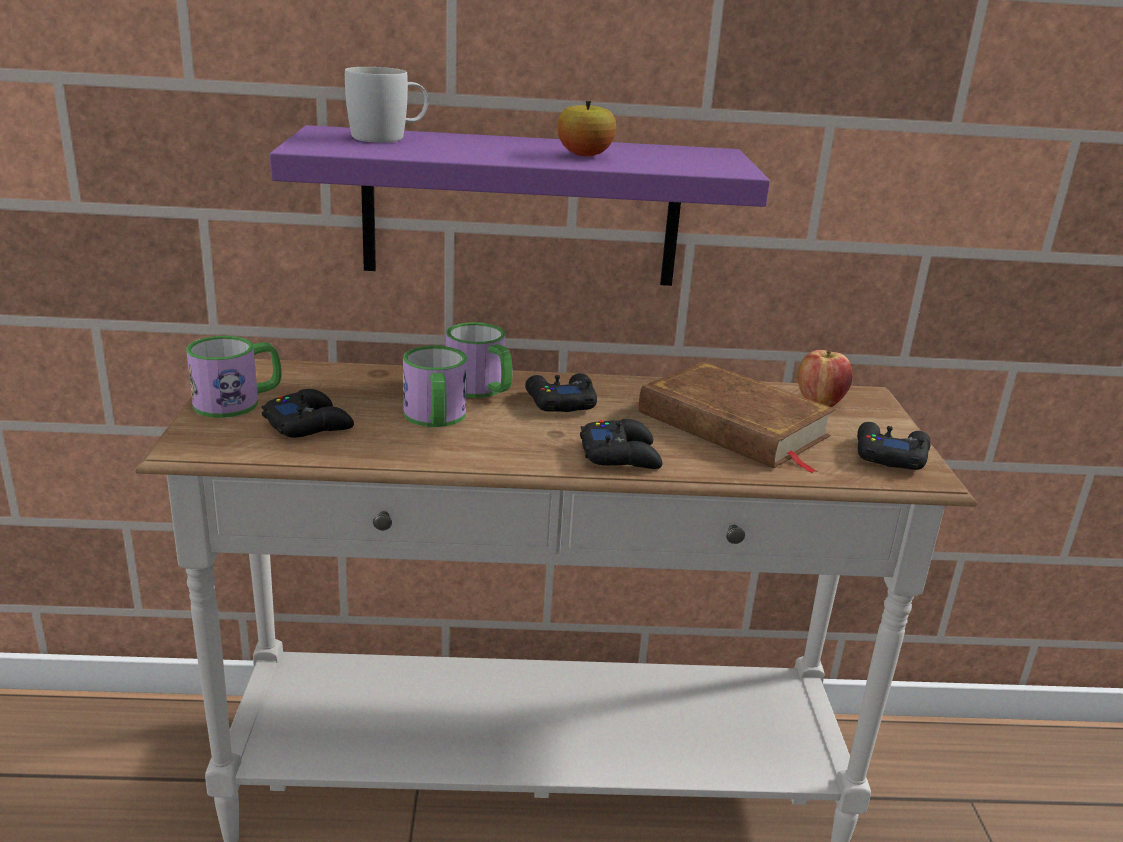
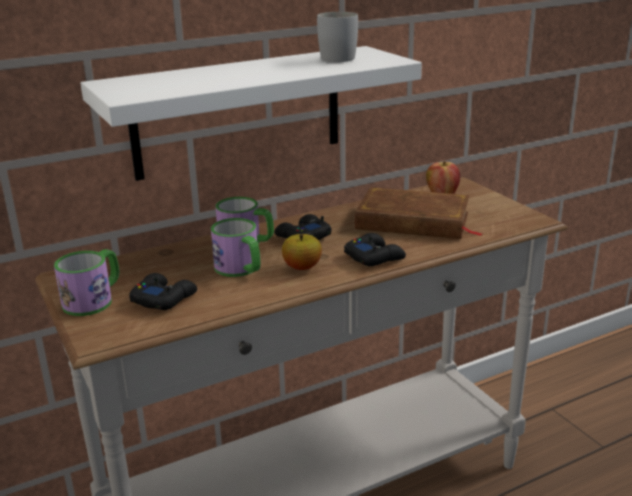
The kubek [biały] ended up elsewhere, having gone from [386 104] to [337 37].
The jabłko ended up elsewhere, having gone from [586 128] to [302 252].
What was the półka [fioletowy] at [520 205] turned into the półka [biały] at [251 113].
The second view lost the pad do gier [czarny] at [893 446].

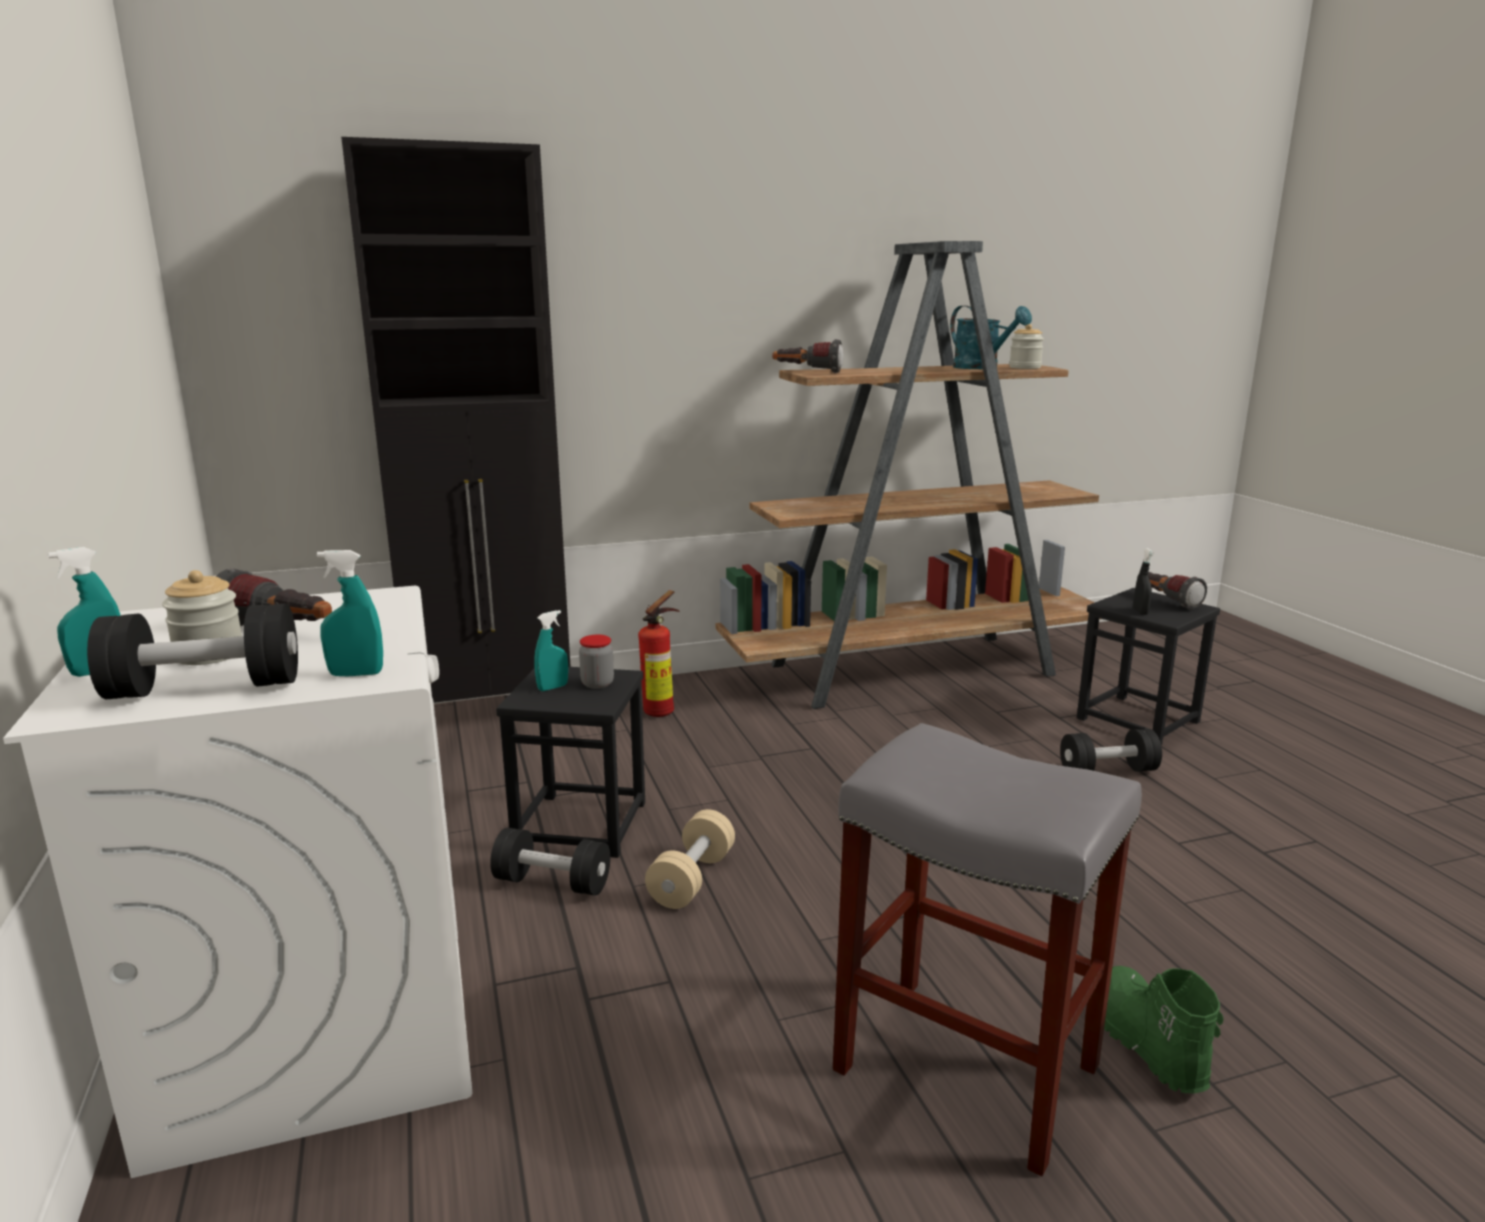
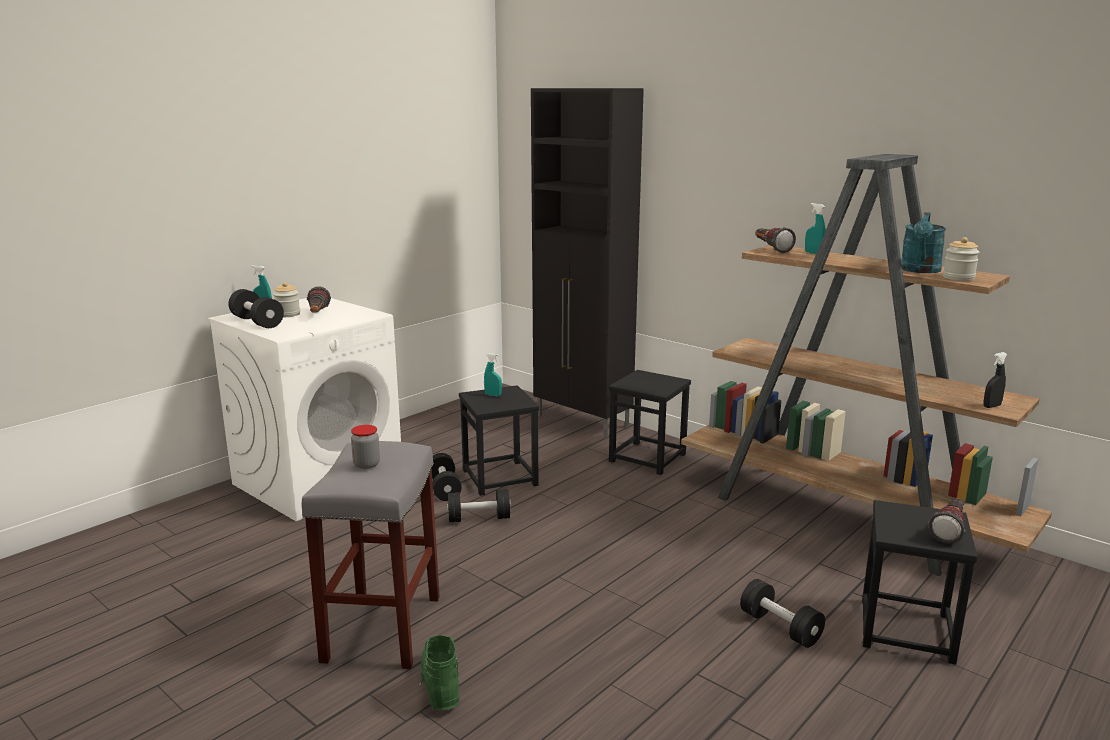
The spryskiwacz [czarny] ended up elsewhere, having gone from [1143 581] to [995 380].
The spryskiwacz [turkusowy] ended up elsewhere, having gone from [350 613] to [815 228].
Where the gaśnica stood at [658 653], the stołek [czarny] came to stand at [650 422].
The słoik ended up elsewhere, having gone from [596 662] to [365 447].
What was the hantel [beżowy] at [690 859] turned into the hantel [czarny] at [479 505].
The but z cholewką [zielony] at [1163 1029] ended up facing another way, 60 degrees counterclockwise from before.

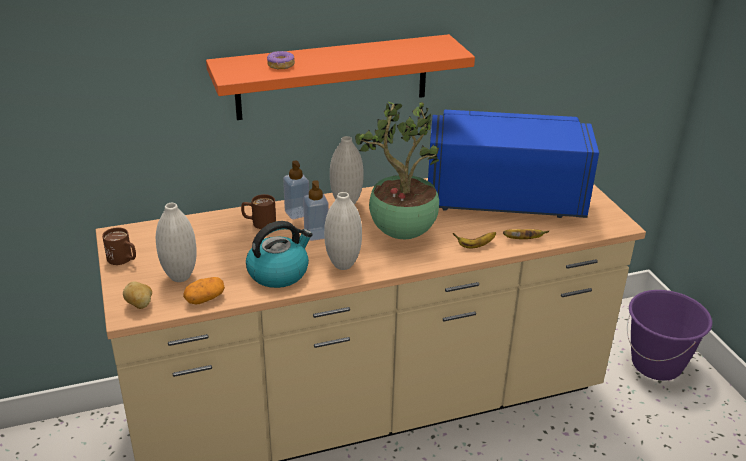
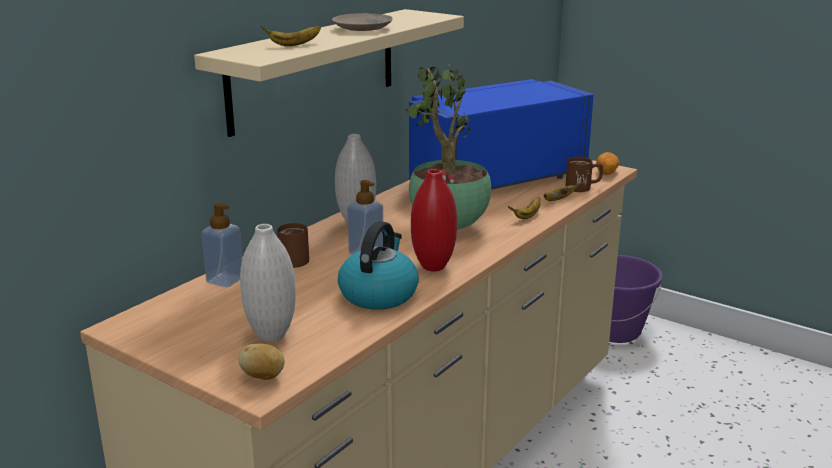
What was the półka [pomarańczowy] at [340 77] turned into the półka [beżowy] at [329 73].
Where the donut stood at [281 60], the banan came to stand at [291 36].
The dozownik mydła ended up elsewhere, having gone from [296 189] to [222 245].
What was the wazon [biały] at [343 231] turned into the wazon [czerwony] at [434 220].
The kubek [brązowy] ended up elsewhere, having gone from [119 246] to [584 174].
The ziemniak ended up elsewhere, having gone from [204 291] to [607 163].
The second view gained the talerz [beżowy] at [362 22].

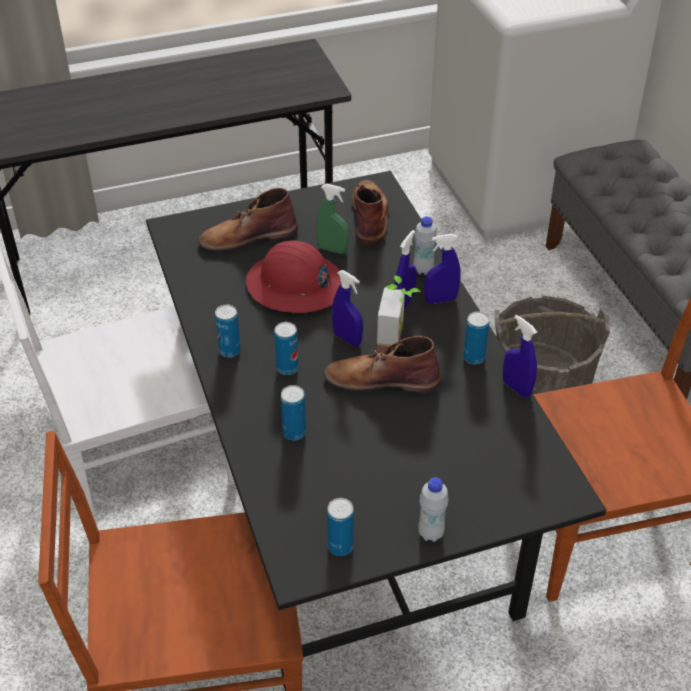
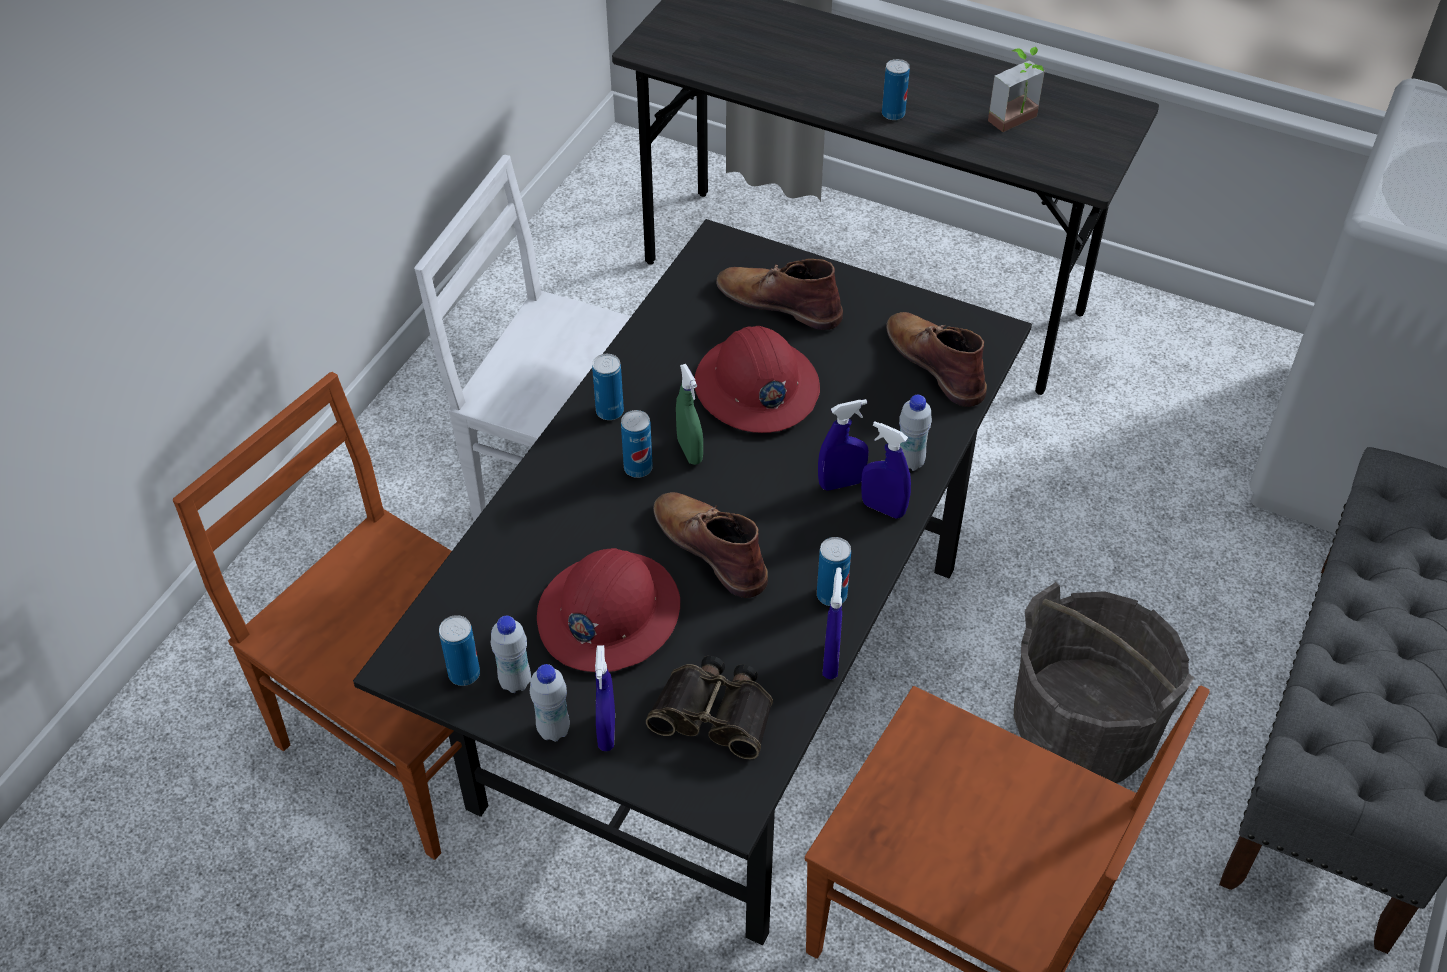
The but z cholewką [brązowy] at [370 213] ended up facing another way, 75 degrees counterclockwise from before.
The spryskiwacz [zielony] ended up elsewhere, having gone from [332 219] to [689 414].
The spryskiwacz [niebieski] ended up elsewhere, having gone from [347 308] to [605 698].
The roślina doniczkowa ended up elsewhere, having gone from [399 313] to [1016 89].
The puszka ended up elsewhere, having gone from [293 412] to [896 89].
The second view gained the kask [czerwony] at [608 610].
The second view gained the butelka [biały] at [511 654].
The second view gained the lornetka at [709 707].

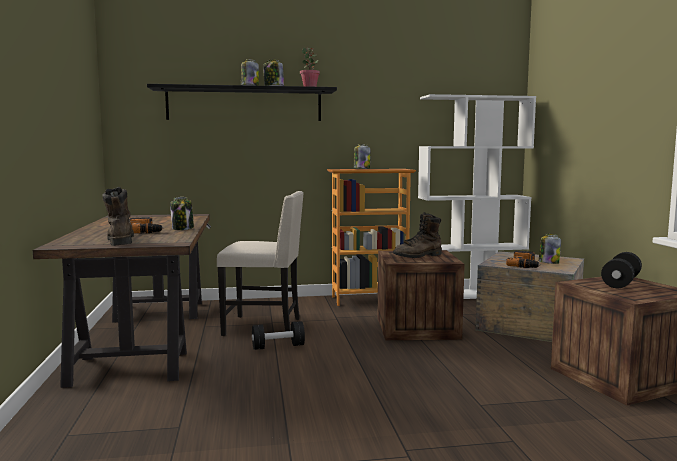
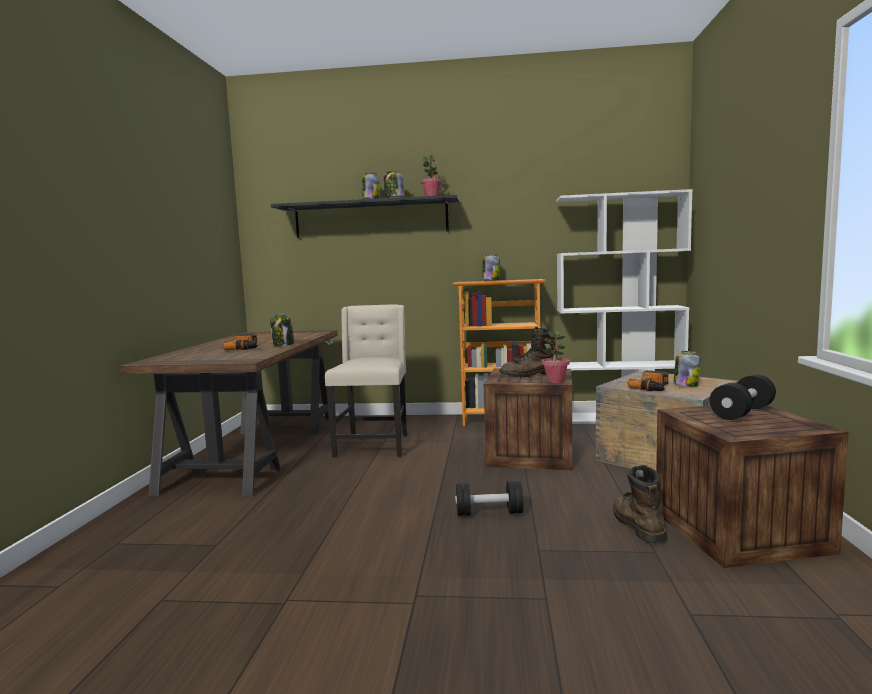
The but z cholewką [brązowy] ended up elsewhere, having gone from [118 216] to [640 504].
The krzesło [beżowy] at [260 263] ended up facing another way, 105 degrees counterclockwise from before.
The hantel [czarny] ended up elsewhere, having gone from [278 335] to [489 498].
The second view gained the roślina doniczkowa at [556 356].

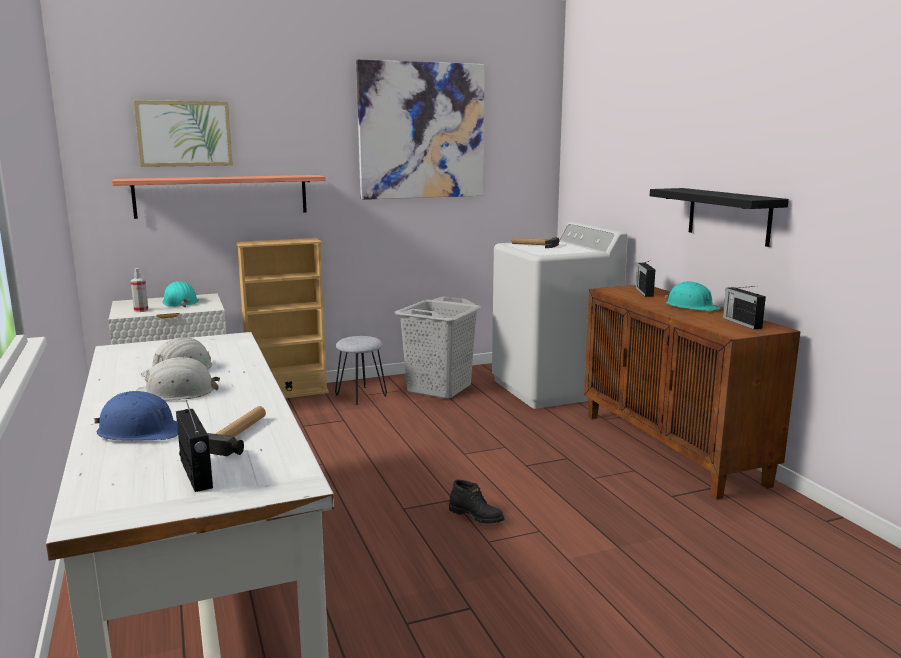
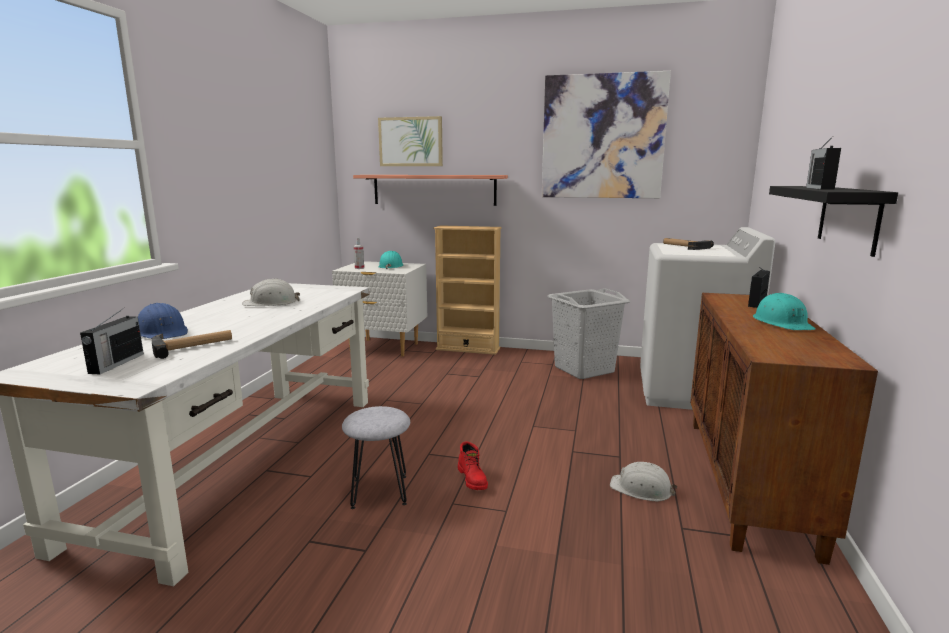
The radio ended up elsewhere, having gone from [744 307] to [823 163].
The stołek [szary] ended up elsewhere, having gone from [361 370] to [376 457].
The kask [biały] ended up elsewhere, having gone from [178 378] to [643 481].
What was the but z cholewką [czarny] at [476 502] turned into the but z cholewką [czerwony] at [472 466].

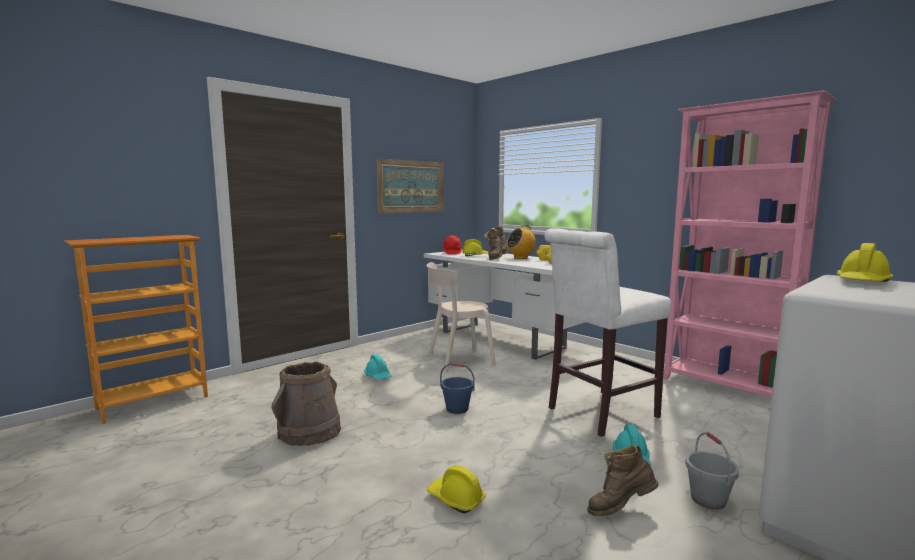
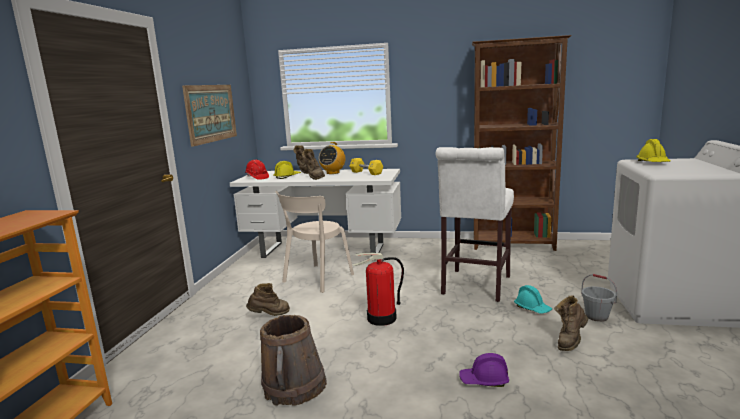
What was the regał [różowy] at [749 243] turned into the regał [brązowy] at [522 143].
Where the kask [turkusowy] stood at [378 366], the but z cholewką [brązowy] came to stand at [268 299].
Where the wiadro [niebieski] stood at [457 388], the gaśnica came to stand at [378 289].
What was the kask [żółty] at [456 490] turned into the kask [fioletowy] at [484 370].

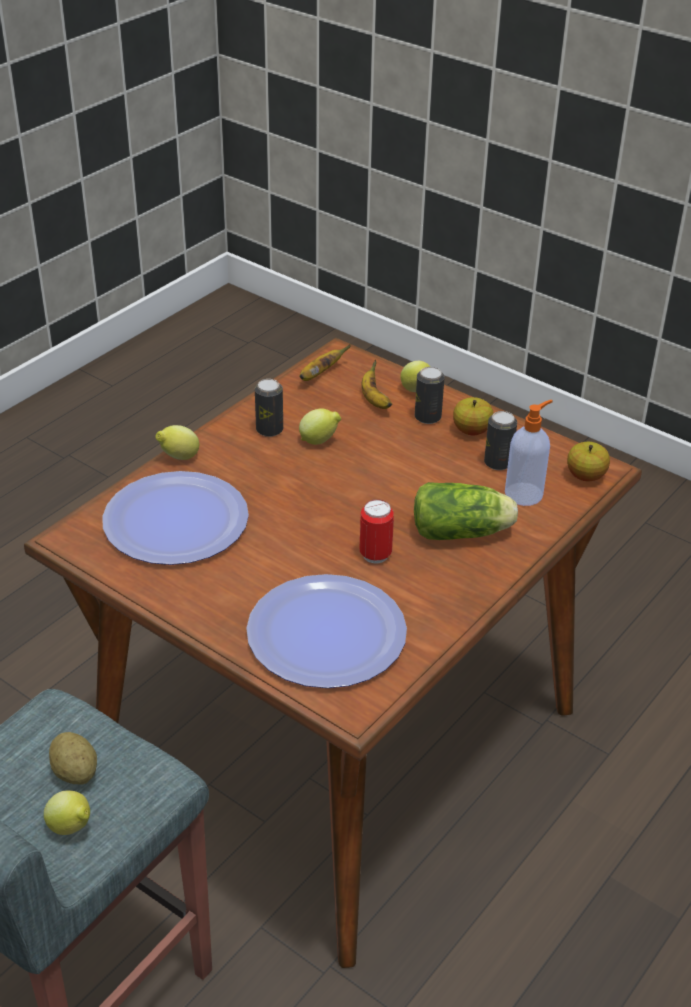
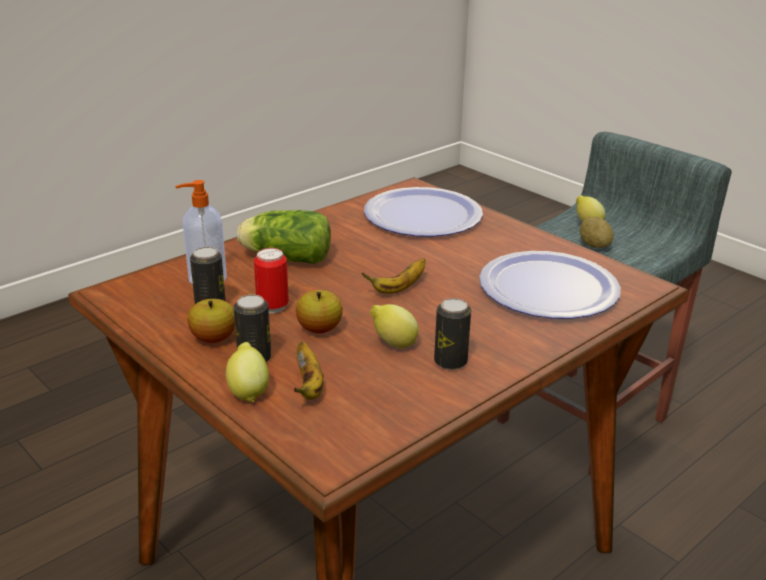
The banan ended up elsewhere, having gone from [325 362] to [393 276].
The second view lost the cytryna at [177 442].
The jabłko ended up elsewhere, having gone from [588 461] to [319 311].
The puszka ended up elsewhere, having gone from [377 531] to [271 280].

